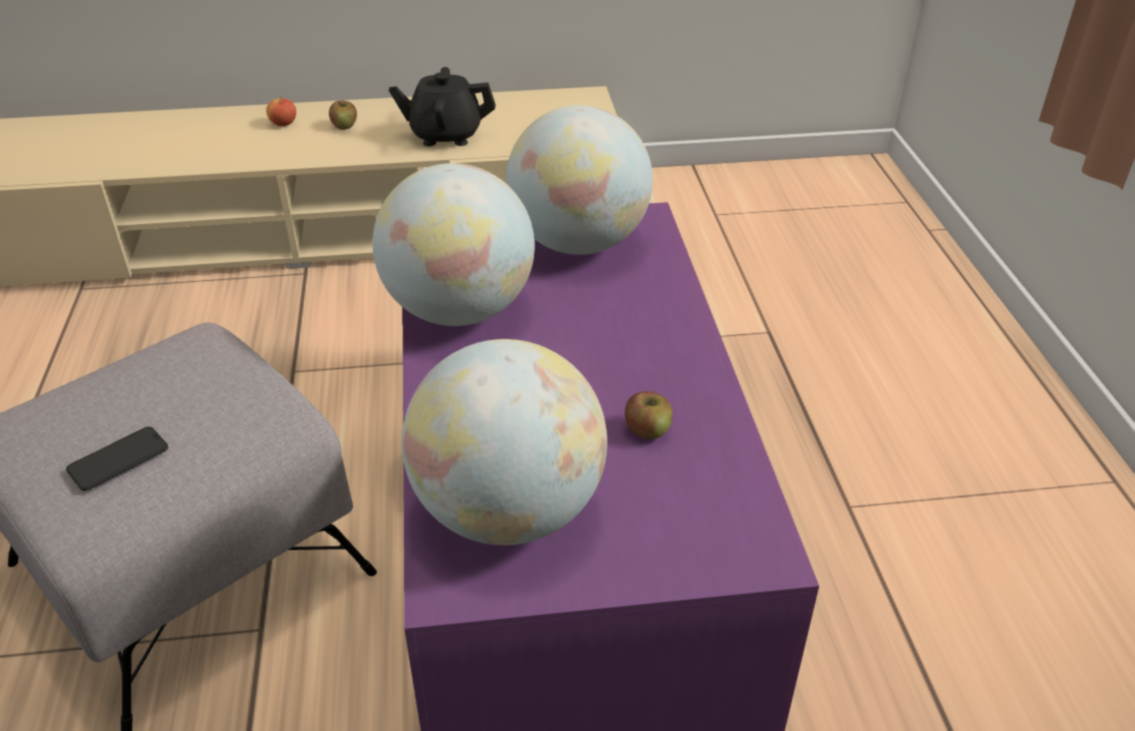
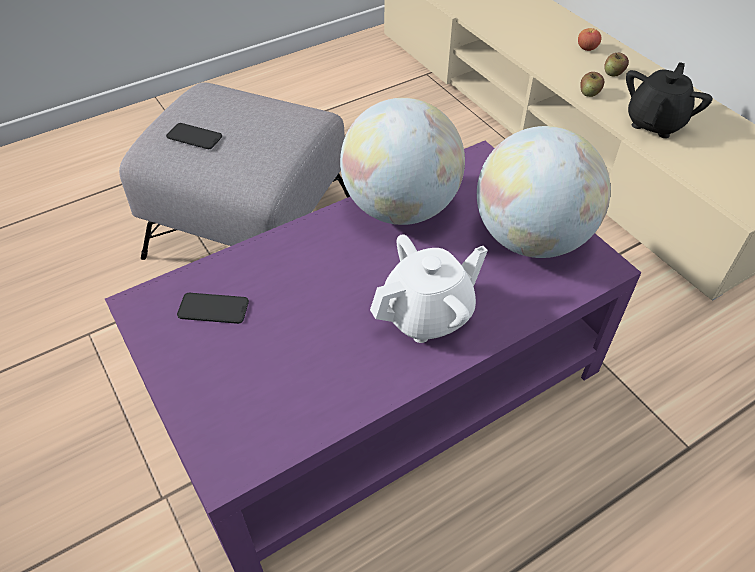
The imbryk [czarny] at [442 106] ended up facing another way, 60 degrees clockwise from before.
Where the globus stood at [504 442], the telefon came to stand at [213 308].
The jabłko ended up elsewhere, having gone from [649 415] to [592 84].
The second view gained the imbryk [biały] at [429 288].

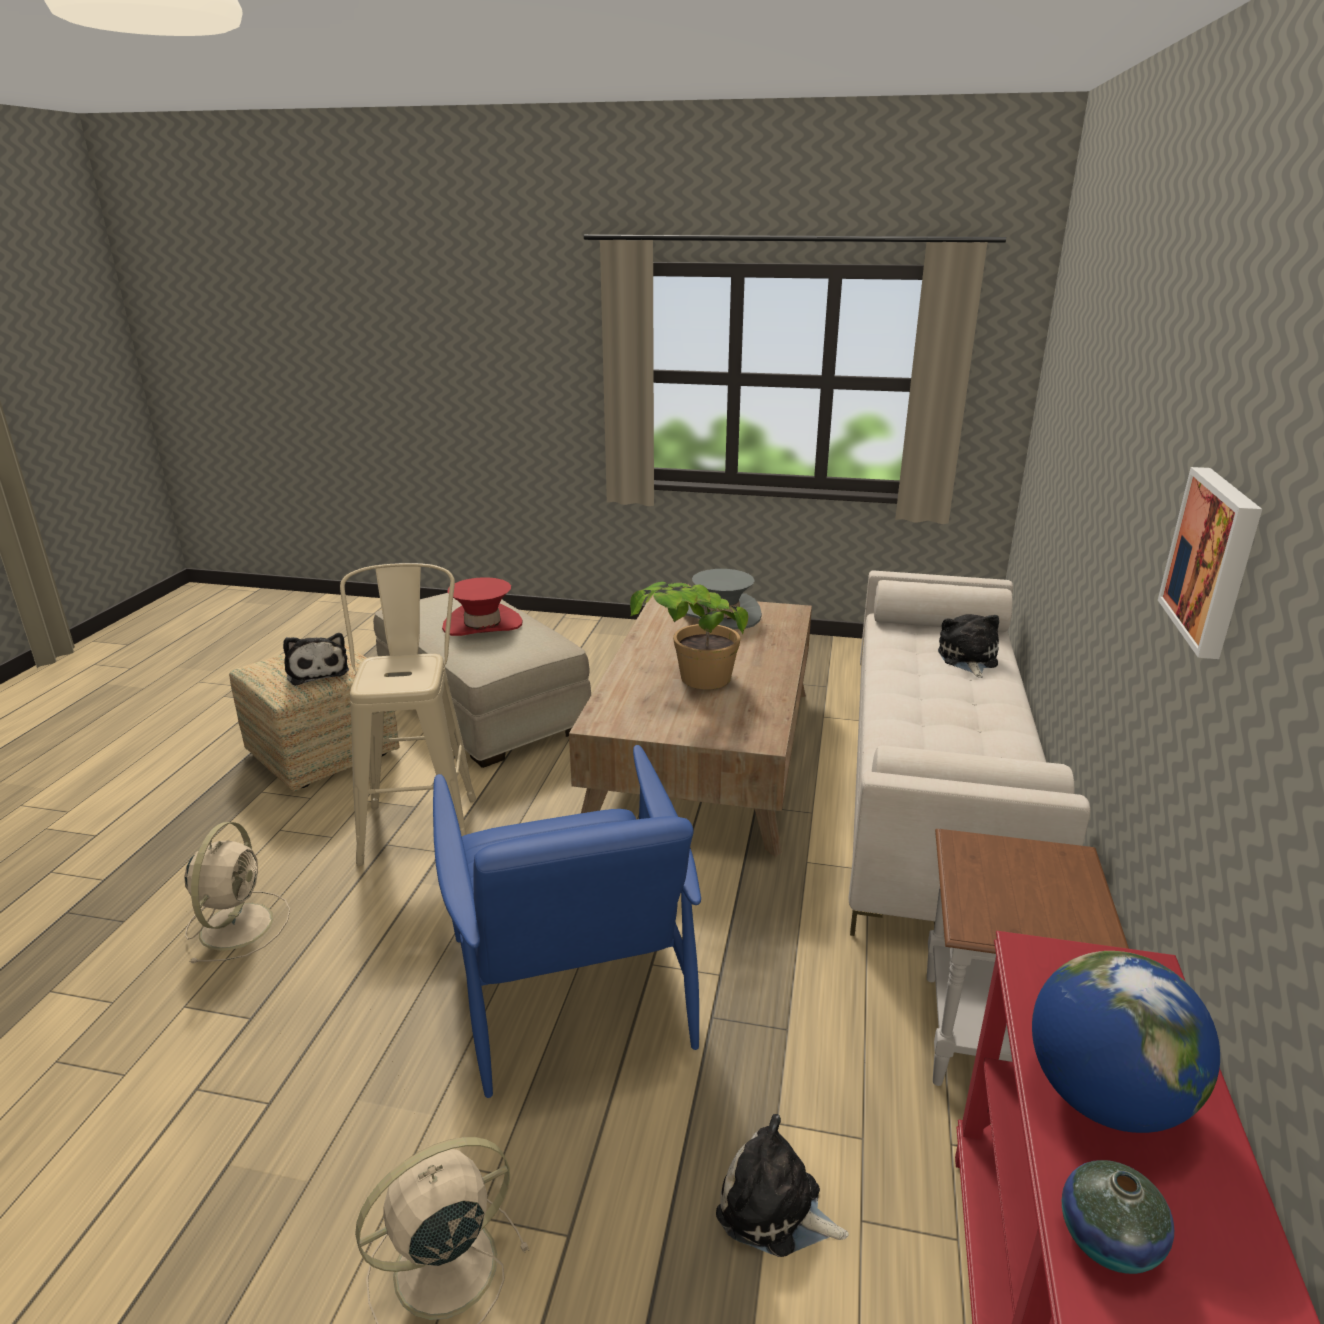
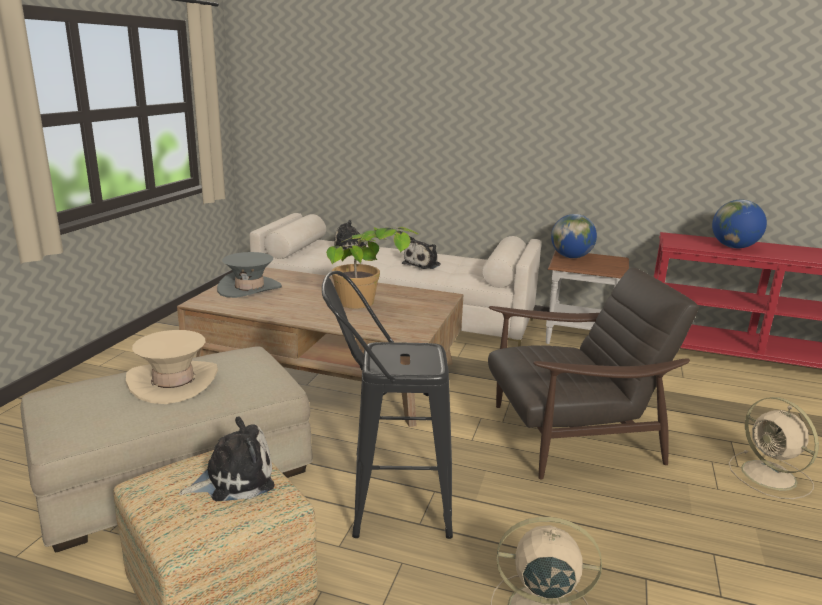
The second view lost the obraz at [1210 563].
What was the stołek [beżowy] at [408 714] turned into the stołek [czarny] at [387 405].
What was the kapelusz [czerwony] at [482 606] turned into the kapelusz [beżowy] at [172 367].
What was the fotel [niebieski] at [567 921] turned into the fotel [brązowy] at [593 373].
The pluszak ended up elsewhere, having gone from [782 1185] to [421 252].
The second view lost the wazon at [1118 1217].
The second view gained the globus at [574 236].

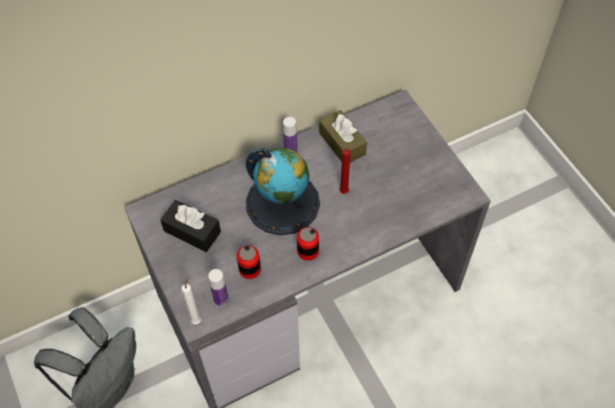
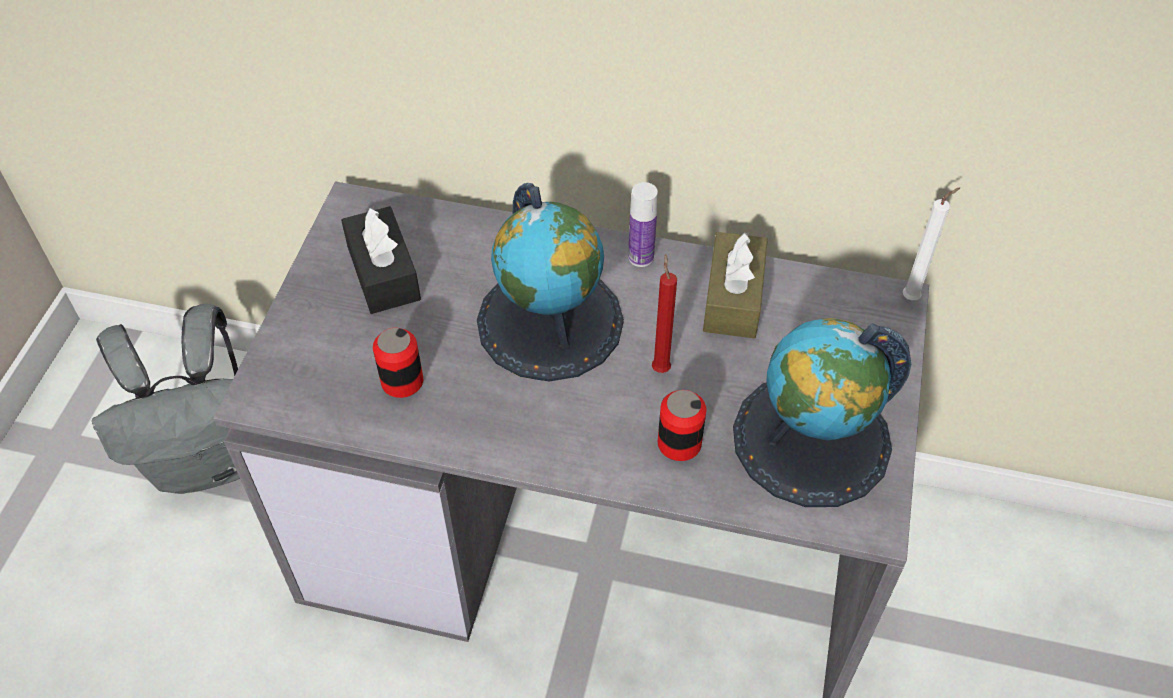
The puszka ended up elsewhere, having gone from [308 244] to [682 425].
The second view lost the butelka at [218 287].
The świeca [biały] ended up elsewhere, having gone from [191 300] to [931 244].
The second view gained the globus at [822 412].

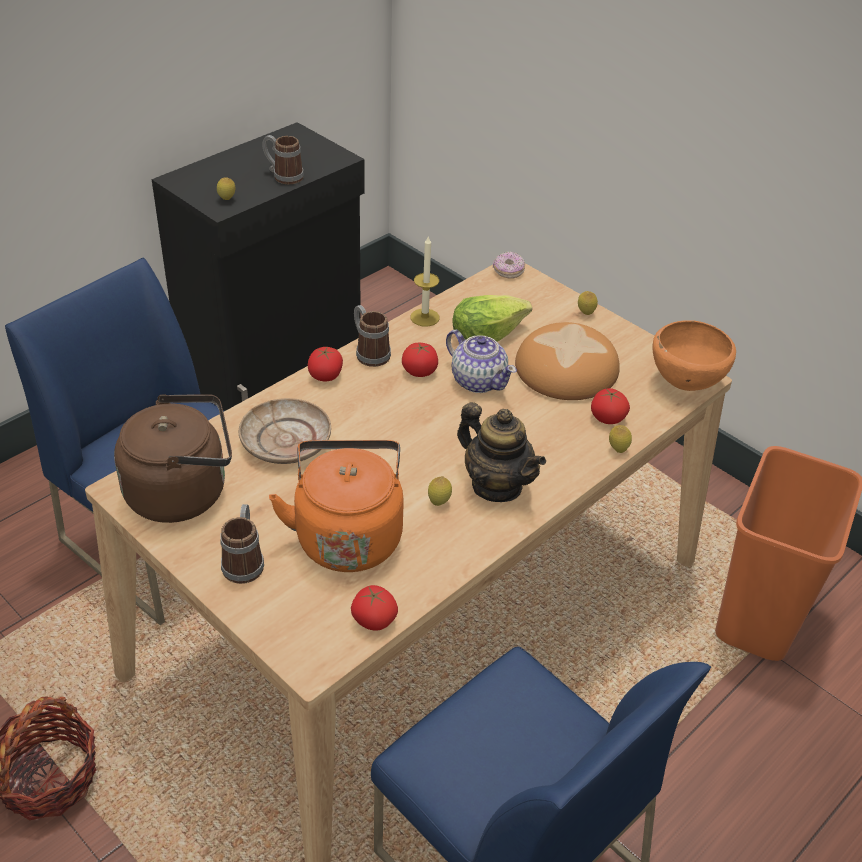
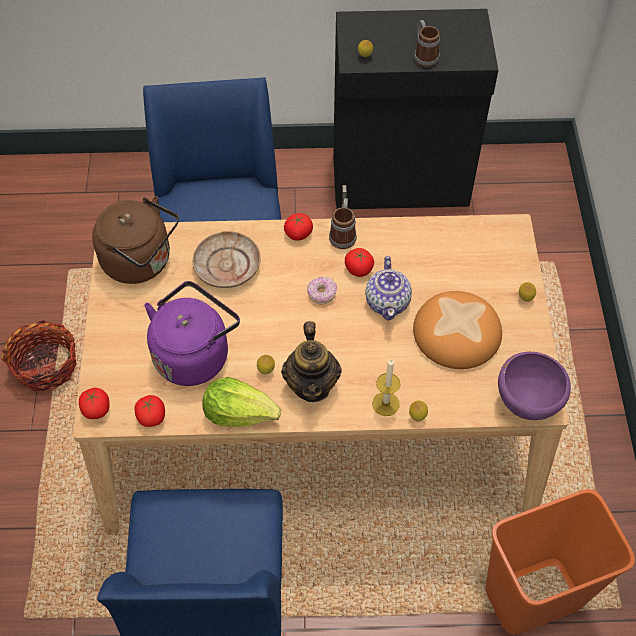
The świeca ended up elsewhere, having gone from [425 280] to [386 387].
The donut ended up elsewhere, having gone from [509 264] to [322 290].
The sałata ended up elsewhere, having gone from [492 318] to [242 402].
What was the miska [pomarańczowy] at [694 355] turned into the miska [fioletowy] at [534 386].
The pomidor ended up elsewhere, having gone from [610 406] to [94 403].
What was the czajnik [pomarańczowy] at [336 506] turned into the czajnik [fioletowy] at [192 333].
The second view lost the kubek at [242 544].

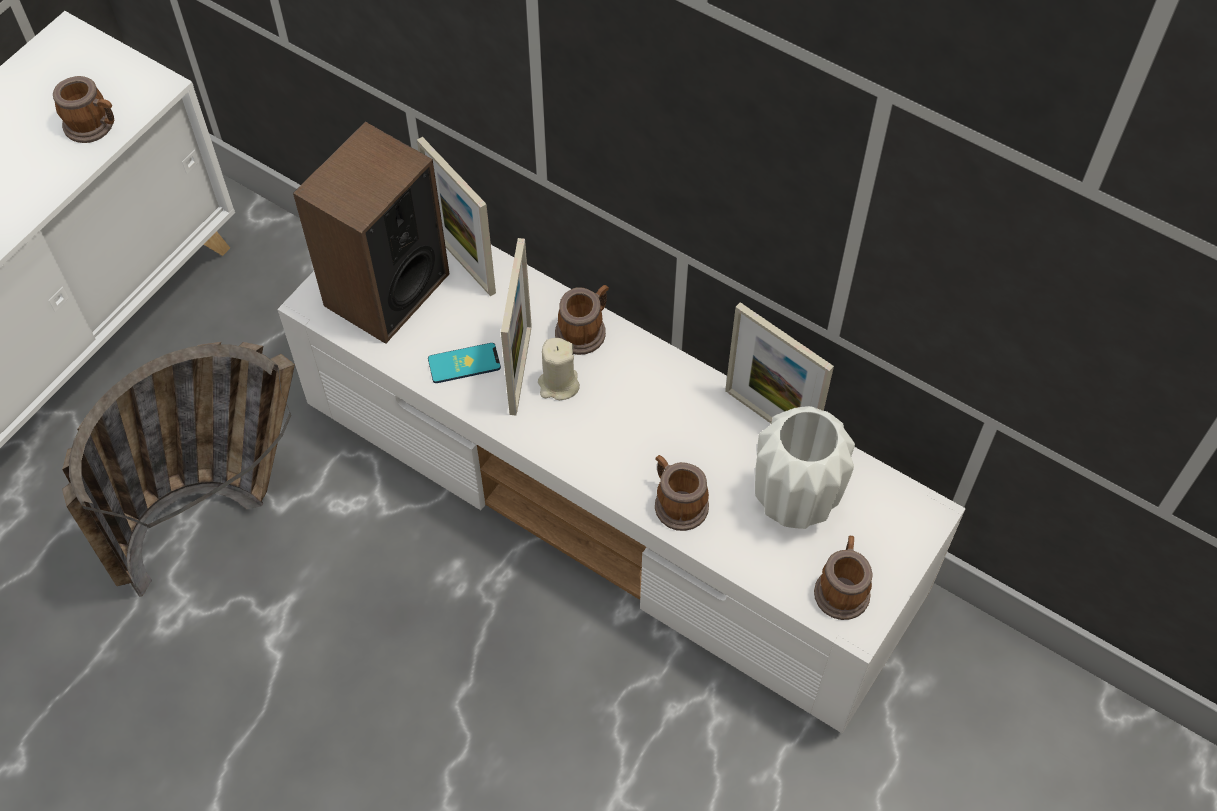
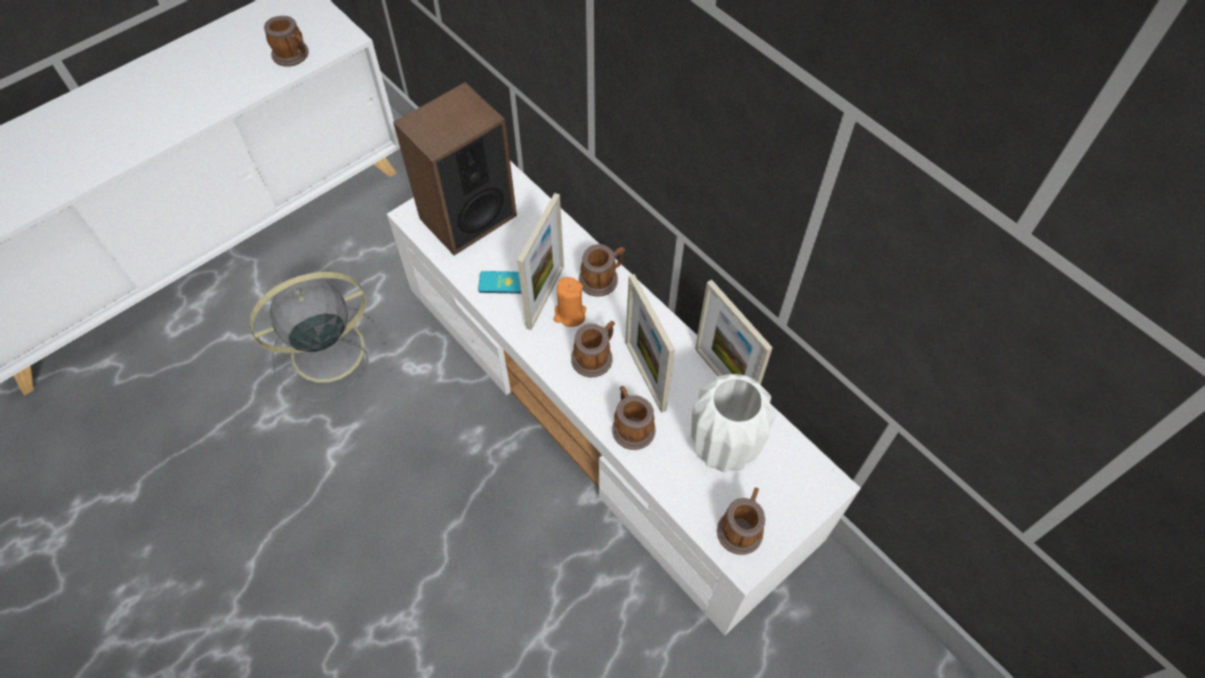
The ramka na zdjęcie ended up elsewhere, having gone from [456 216] to [650 343].
What was the świeca [beżowy] at [559 369] turned into the świeca [pomarańczowy] at [570 302].
Where the koszyk stood at [178 469], the wentylator [szary] came to stand at [318 337].
The second view gained the kubek at [593 349].

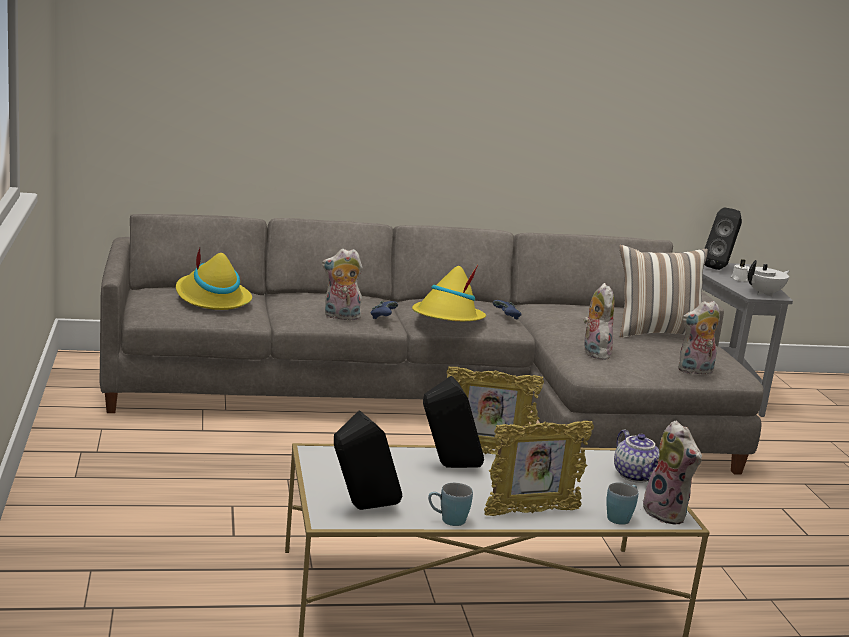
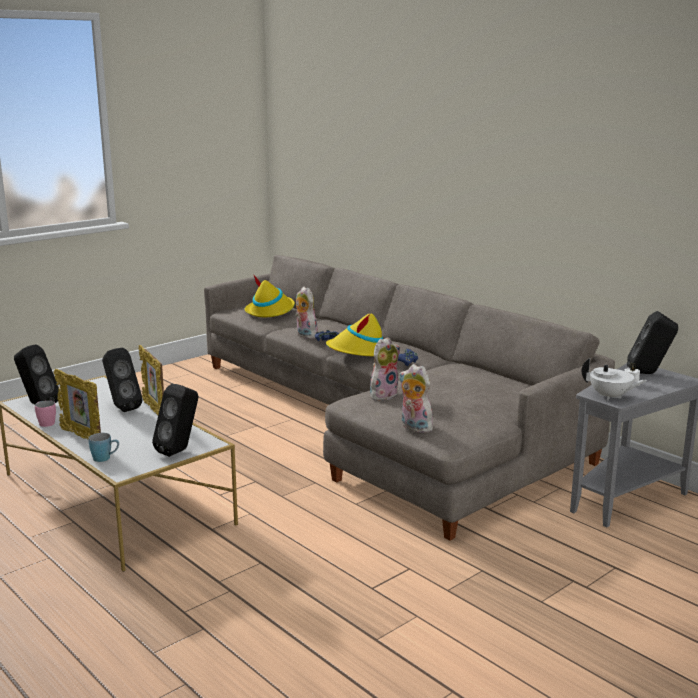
The second view lost the poduszka at [663 291].
The second view lost the pluszak at [672 473].
Where the imbryk stood at [636 456], the głośnik [czarny] came to stand at [175 420].
What was the kubek [niebieski] at [450 504] turned into the kubek [różowy] at [45 413].

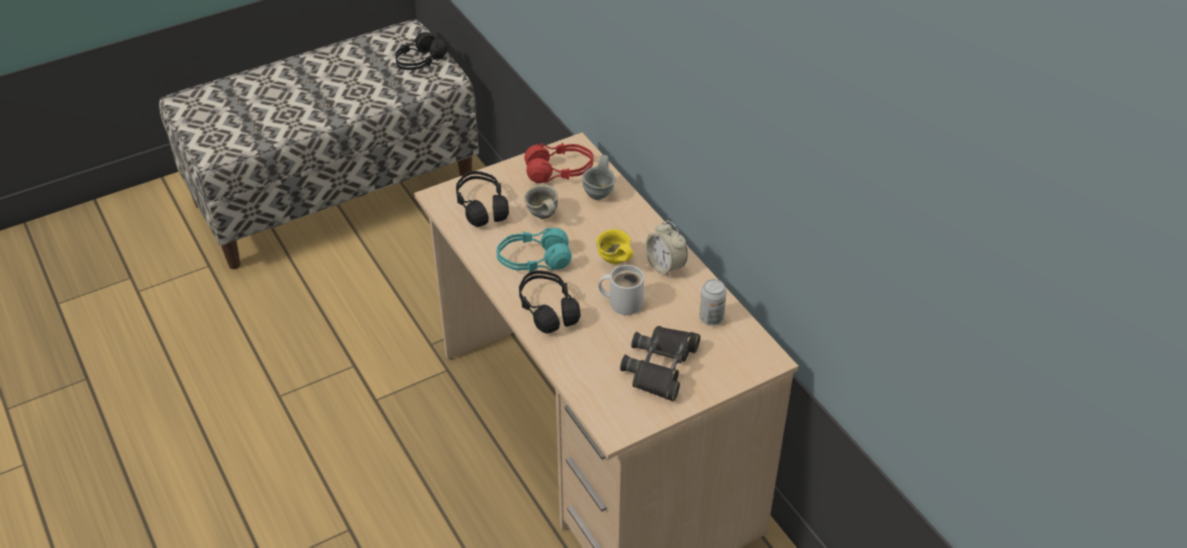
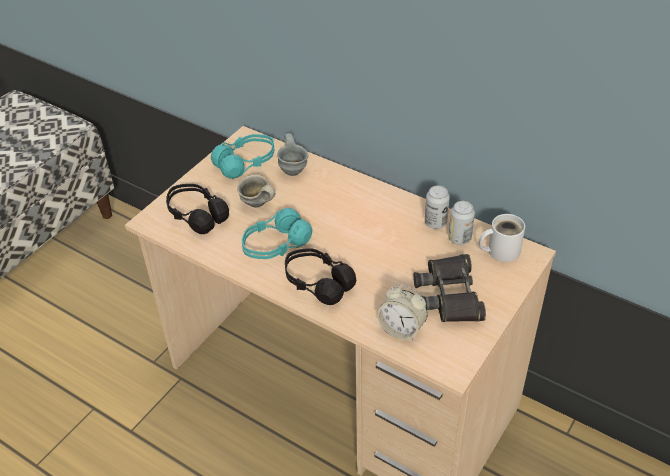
The second view lost the słuchawki [czarny] at [421 51].
What was the słuchawki [czerwony] at [558 163] turned into the słuchawki [turkusowy] at [242 156].
The budzik ended up elsewhere, having gone from [666 248] to [402 313].
The second view lost the kubek [żółty] at [614 246].
The kubek [biały] ended up elsewhere, having gone from [621 290] to [502 238].
The second view gained the puszka at [437 207].

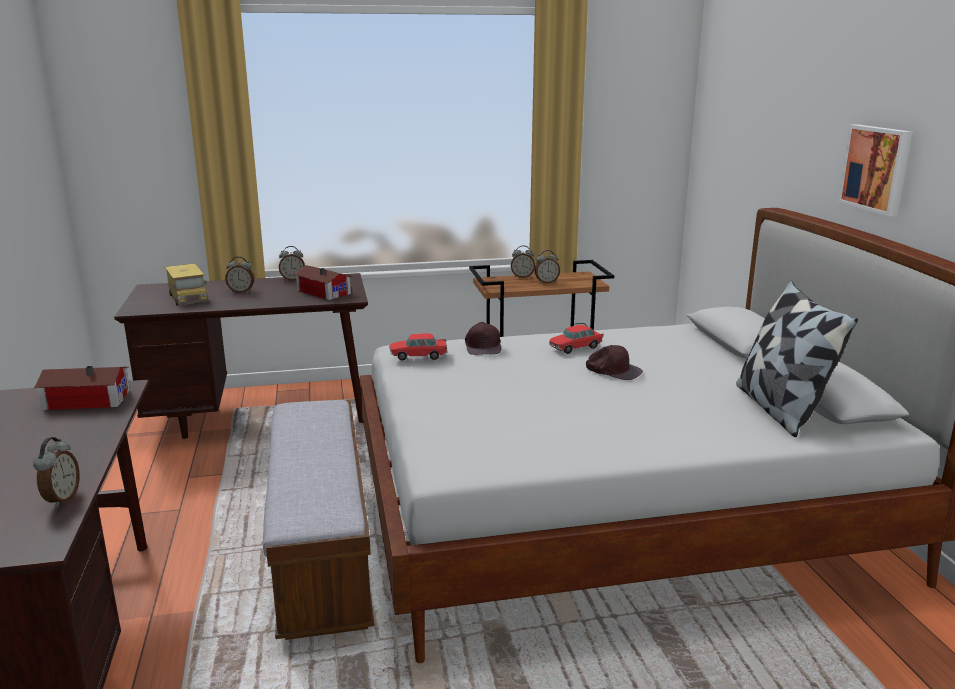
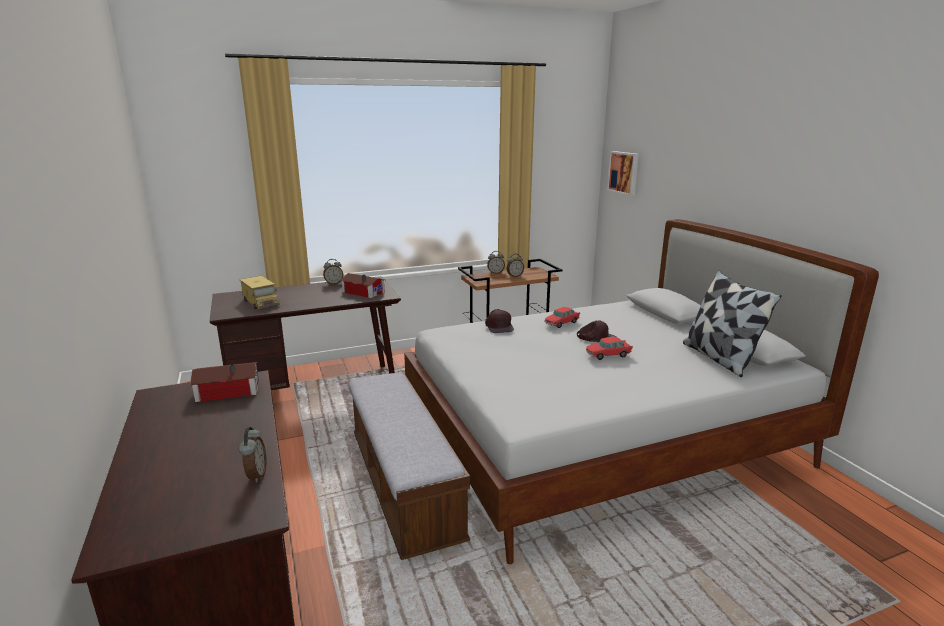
The obraz ended up elsewhere, having gone from [875 170] to [623 173].
The second view lost the budzik at [239 274].
The samochodzik ended up elsewhere, having gone from [418 347] to [609 348].

